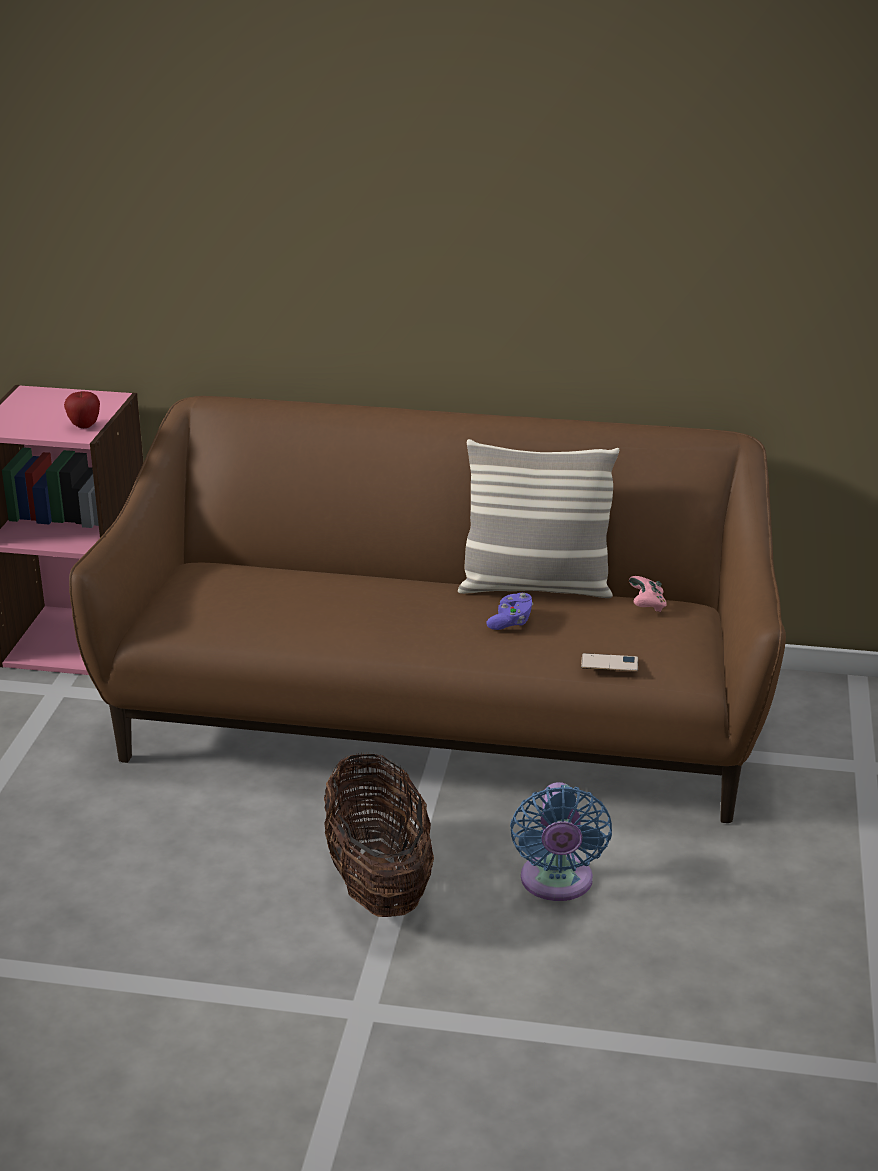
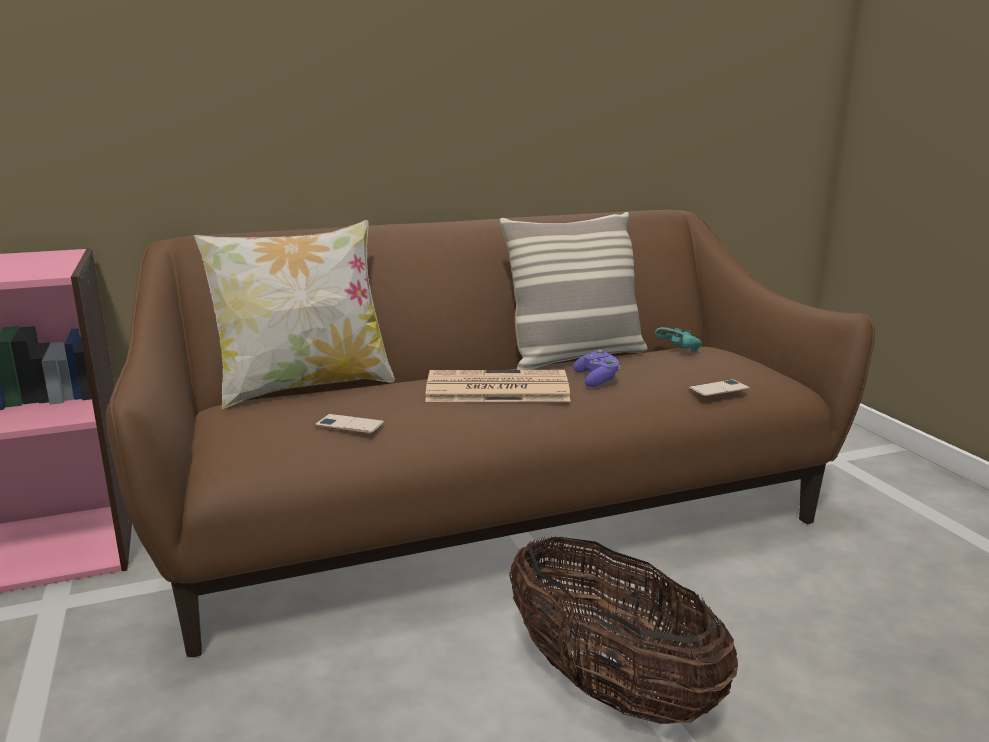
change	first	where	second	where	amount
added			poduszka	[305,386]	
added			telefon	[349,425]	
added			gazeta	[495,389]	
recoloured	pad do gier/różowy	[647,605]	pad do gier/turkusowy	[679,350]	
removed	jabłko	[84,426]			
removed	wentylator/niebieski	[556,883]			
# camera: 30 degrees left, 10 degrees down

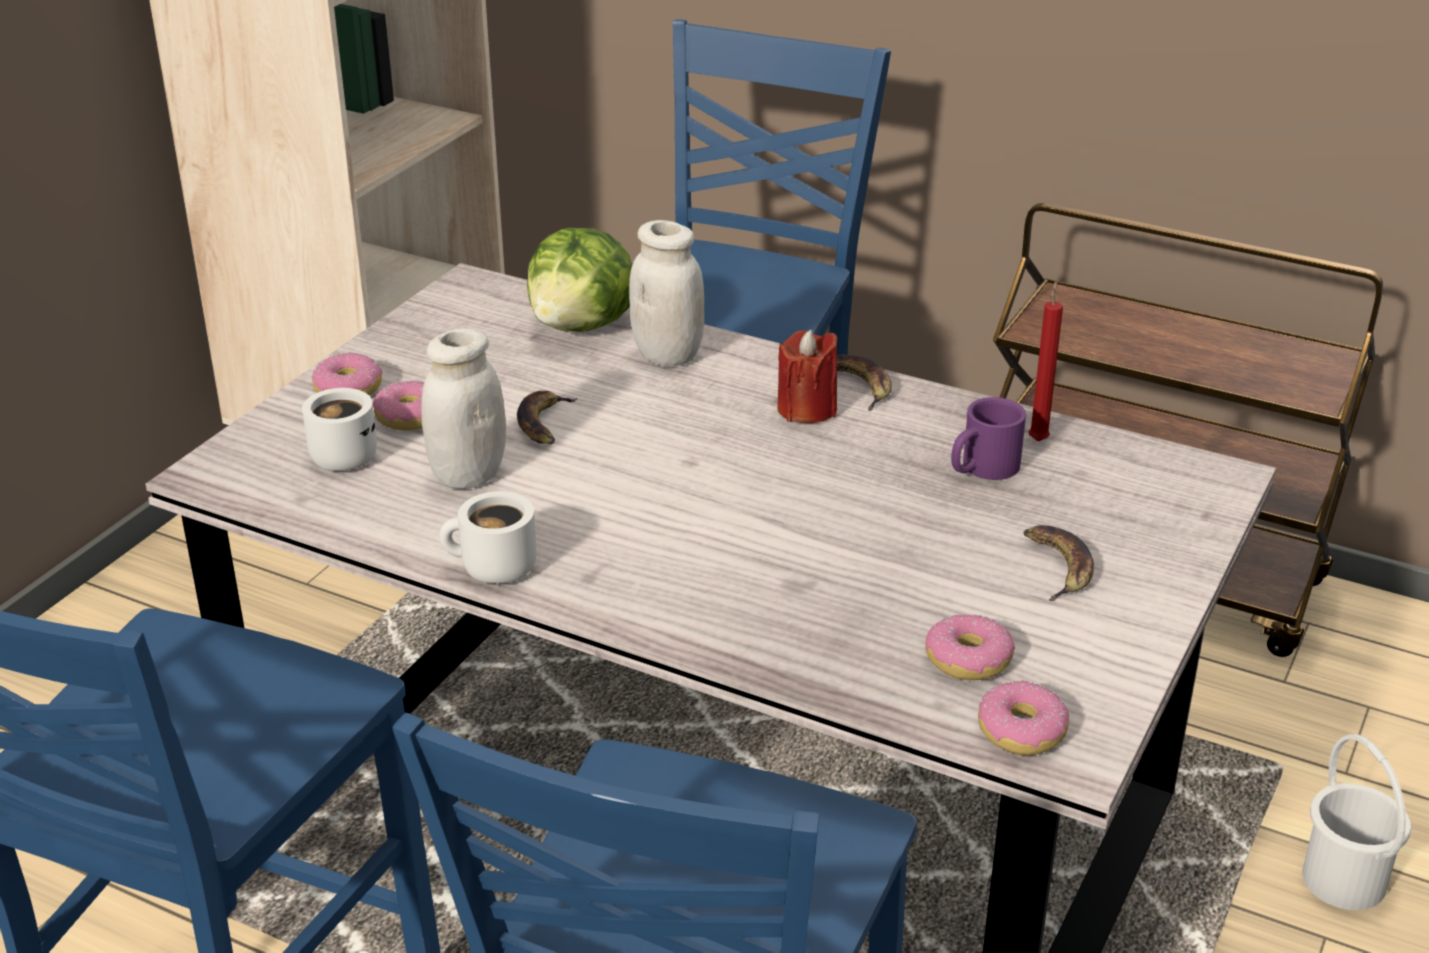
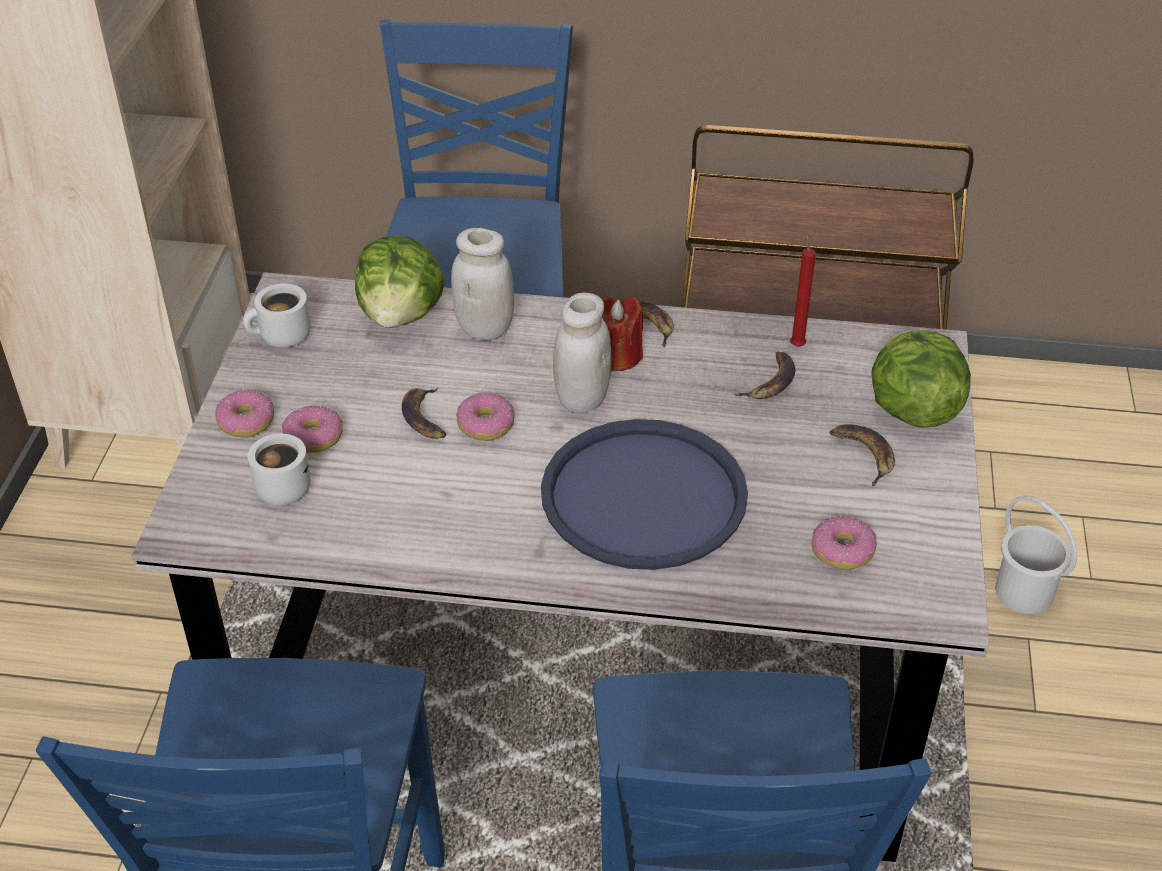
change	first	where	second	where	amount
moved	kubek/biały	[492,569]		[281,338]	
moved	donut	[1021,730]		[485,424]	
added			taca/niebieski	[644,496]	
moved	słoik/biały	[468,475]		[582,399]	
replaced	kubek/fioletowy	[981,469]	banan	[770,381]	
added			sałata	[911,410]	
# camera: 20 degrees left, 10 degrees up

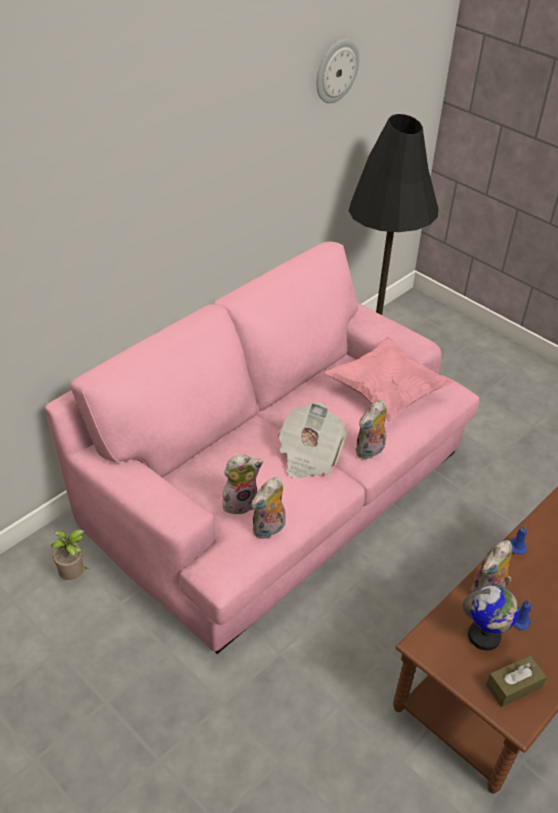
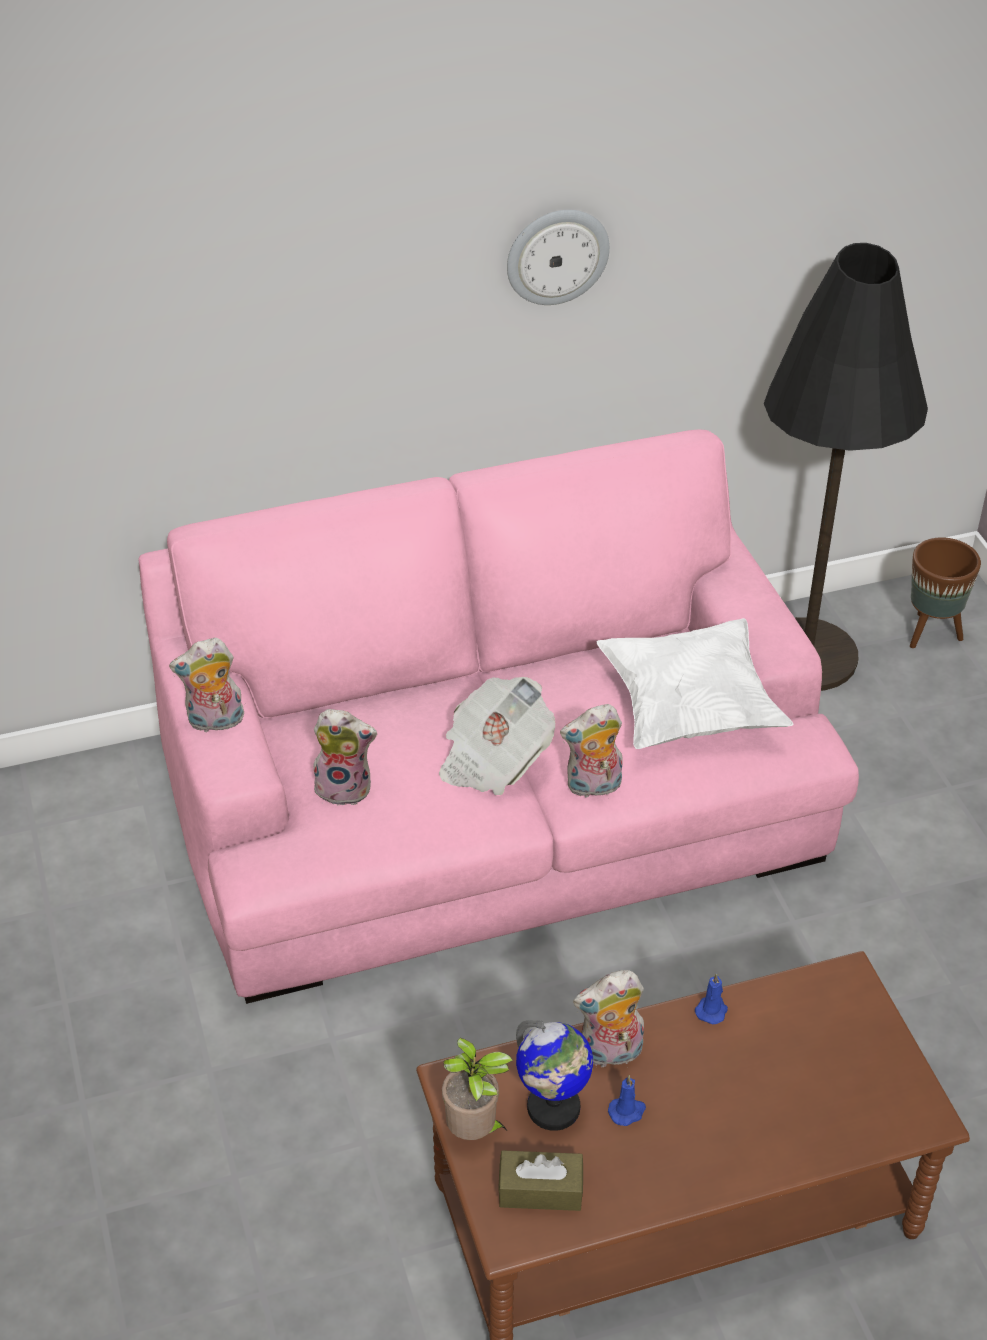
change	first	where	second	where	amount
moved	pluszak	[269,530]		[215,722]	
moved	roślina doniczkowa	[74,575]		[475,1132]	
moved	zegar ścienny	[336,70]		[557,256]	
recoloured	poduszka/różowy	[386,393]	poduszka/biały	[689,709]	
added			donica/brązowy	[930,633]	
# camera: 30 degrees right, 0 degrees up

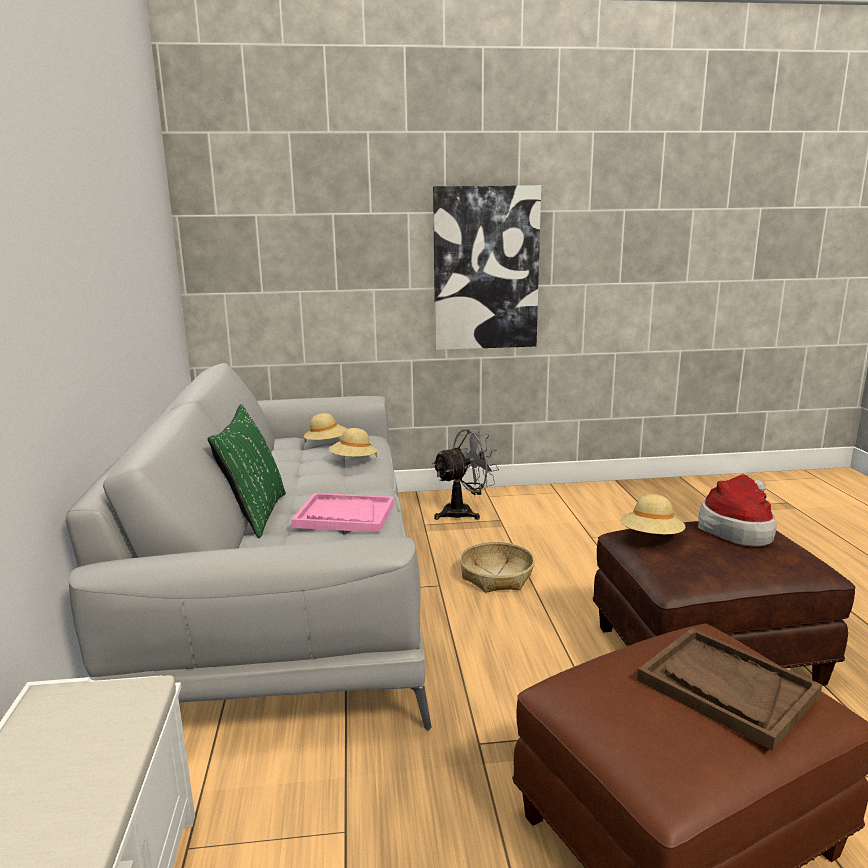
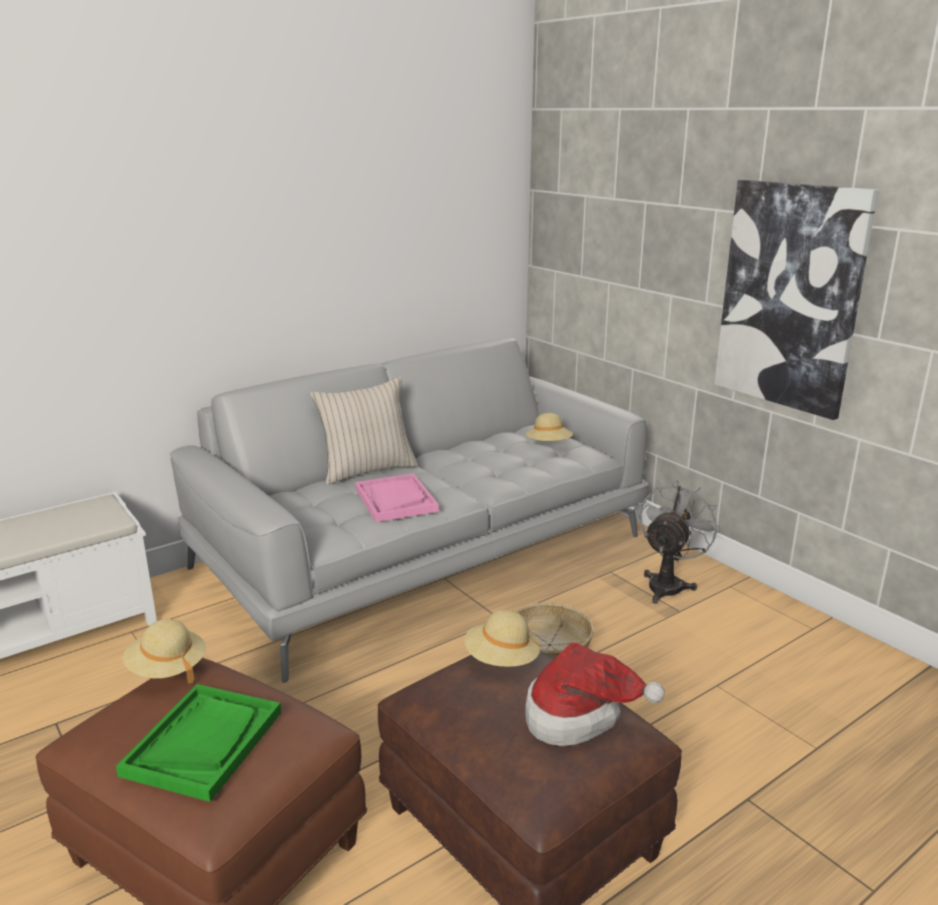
change	first	where	second	where	amount
recoloured	taca/brązowy	[726,688]	taca/zielony	[203,742]	
moved	kapelusz/beżowy	[353,461]		[167,669]	
recoloured	poduszka/zielony	[254,515]	poduszka/beżowy	[367,470]	
turned	wentylator/szary	[464,512]		[668,584]	90 degrees counterclockwise
# camera: 60 degrees right, 5 degrees up

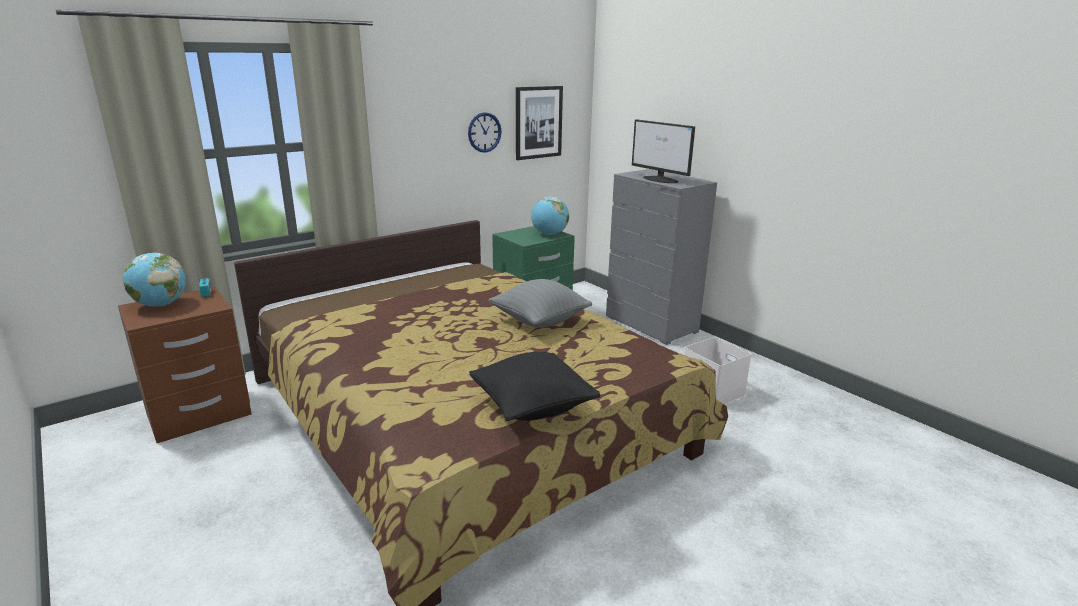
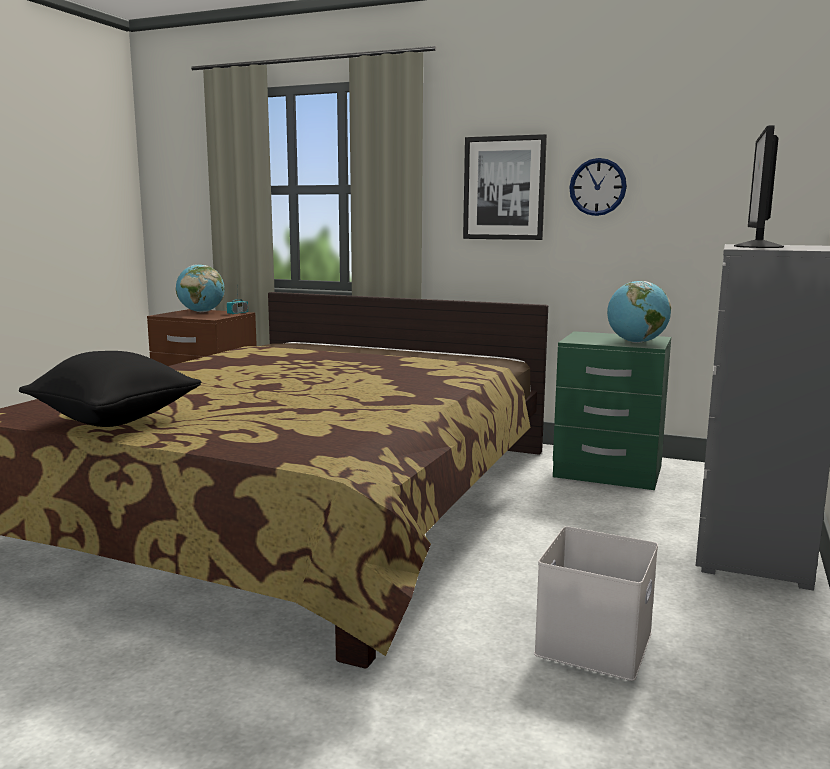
change	first	where	second	where	amount
moved	obraz	[538,122]		[504,188]	
removed	poduszka/szary	[539,321]			
# camera: 60 degrees right, 10 degrees down

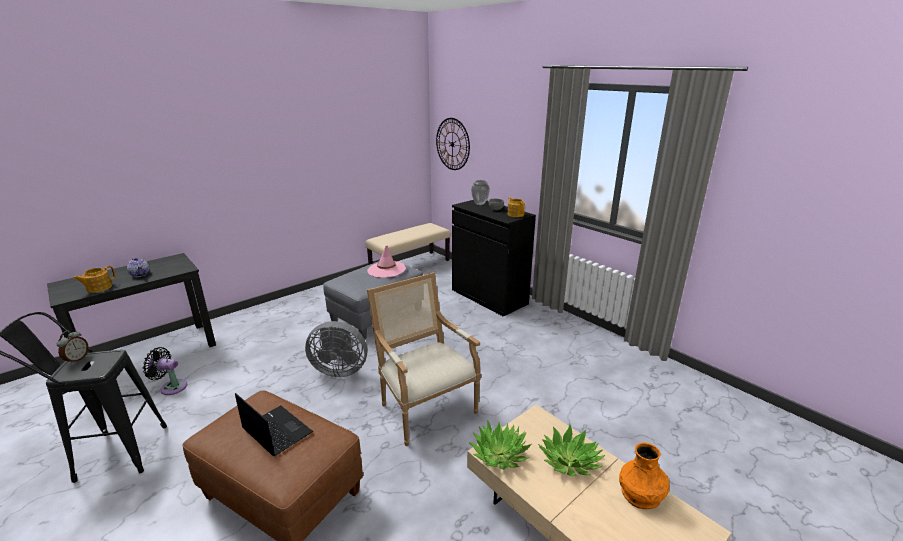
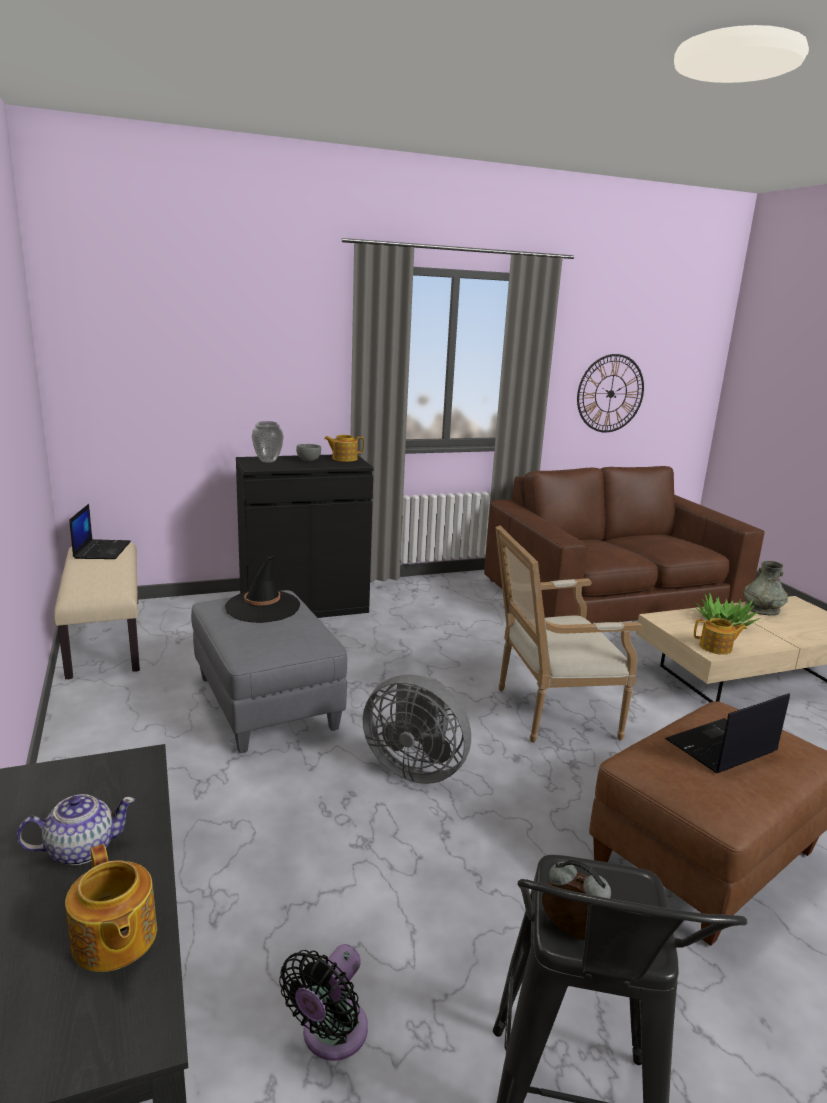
change	first	where	second	where	amount
added			laptop	[102,550]	
recoloured	kapelusz/różowy	[386,269]	kapelusz/czarny	[263,607]	
turned	wentylator/szary	[339,369]		[415,768]	90 degrees clockwise
added			kanapa/brązowy	[611,595]	
moved	zegar ścienny	[452,144]		[610,393]	
replaced	roślina doniczkowa	[500,454]	imbryk	[716,647]	
recoloured	wazon/pomarańczowy	[640,493]	wazon/szary	[762,609]	
# camera: 70 degrees left, 5 degrees down

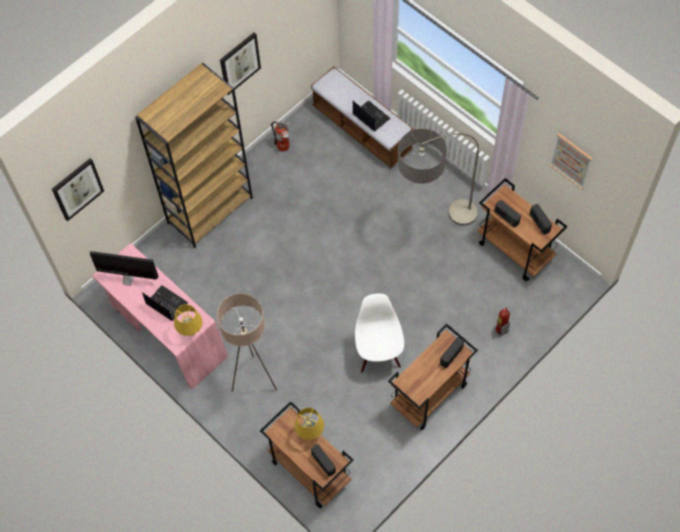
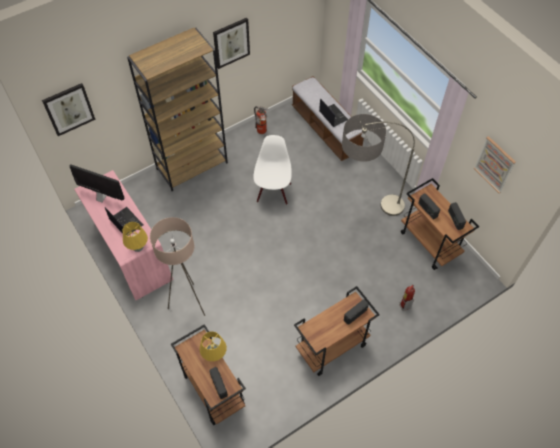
change	first	where	second	where	amount
moved	krzesło/biały	[378,354]		[273,192]	
# camera: 10 degrees right, 5 degrees down

